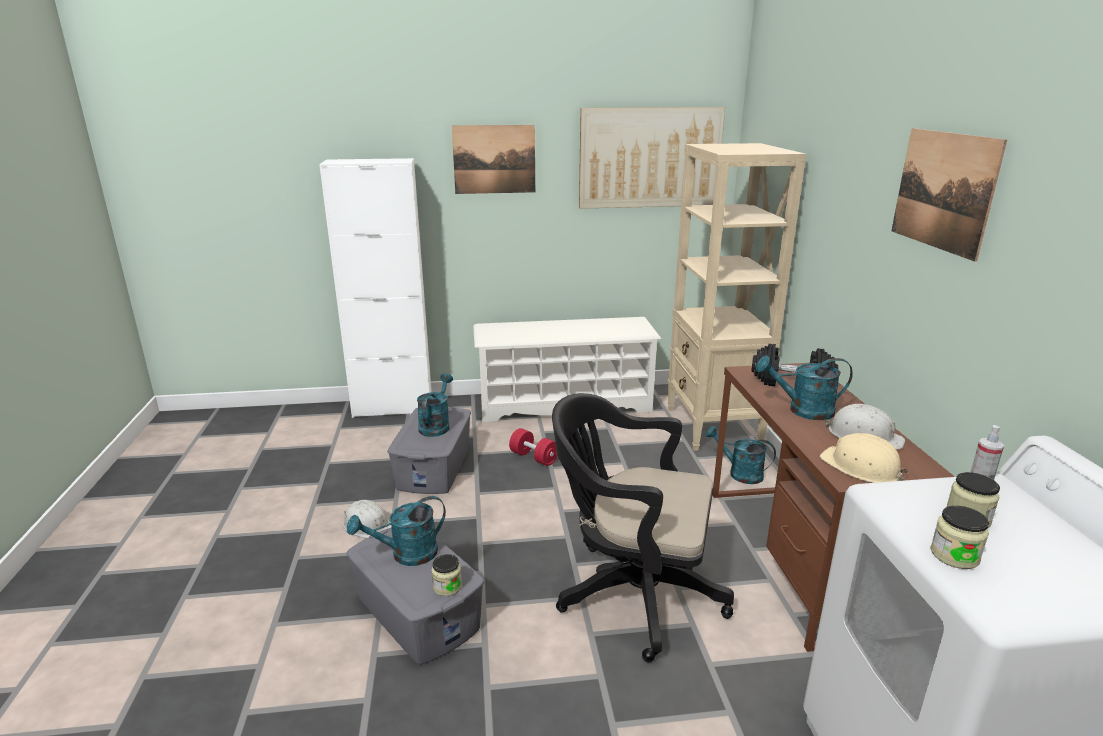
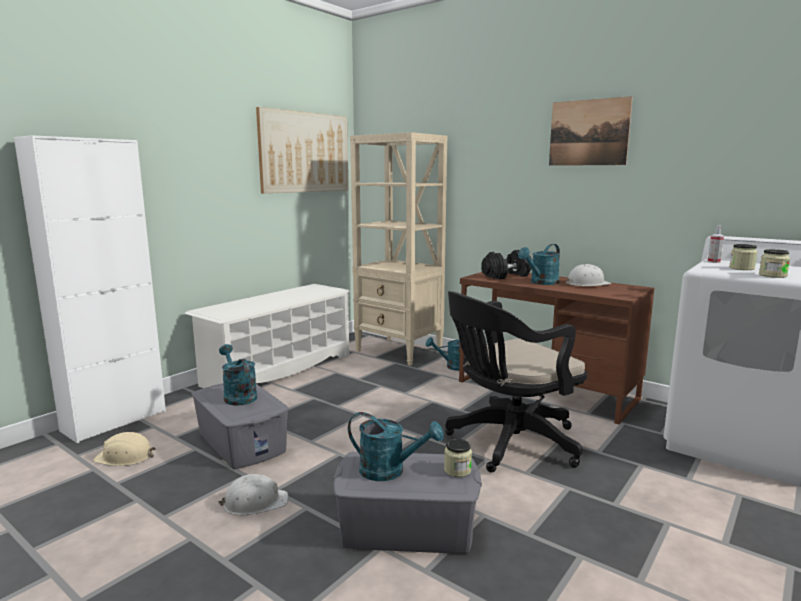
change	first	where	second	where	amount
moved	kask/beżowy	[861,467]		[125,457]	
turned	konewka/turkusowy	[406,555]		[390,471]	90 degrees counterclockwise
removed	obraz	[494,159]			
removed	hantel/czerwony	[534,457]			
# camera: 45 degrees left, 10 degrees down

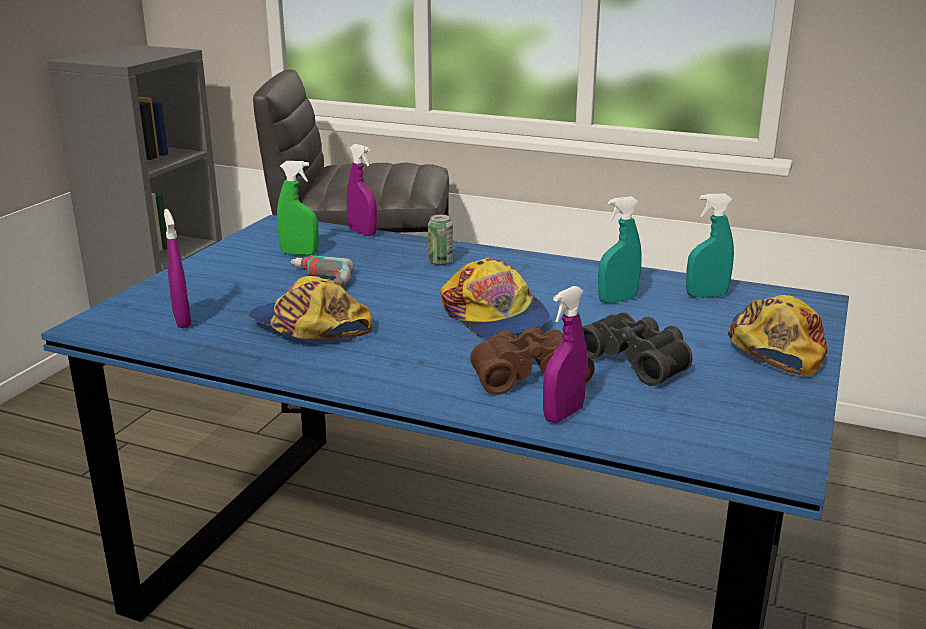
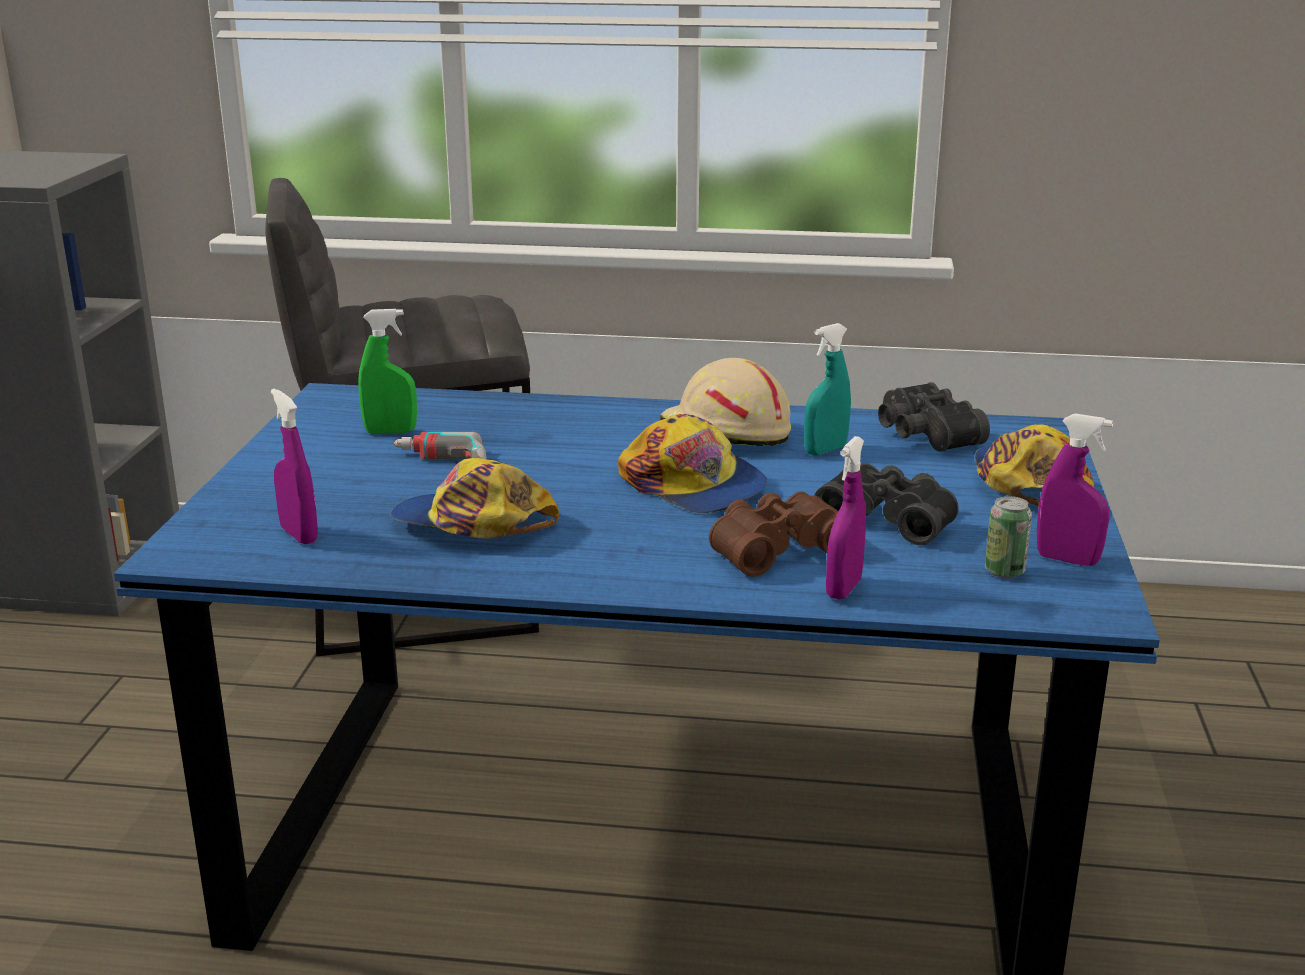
change	first	where	second	where	amount
added			kask/beżowy	[724,434]	
replaced	spryskiwacz/turkusowy	[706,295]	lornetka/czarny	[923,434]	
moved	puszka	[440,262]		[1004,571]	
moved	spryskiwacz/fioletowy	[362,232]		[1067,560]	
# camera: 15 degrees left, 0 degrees up

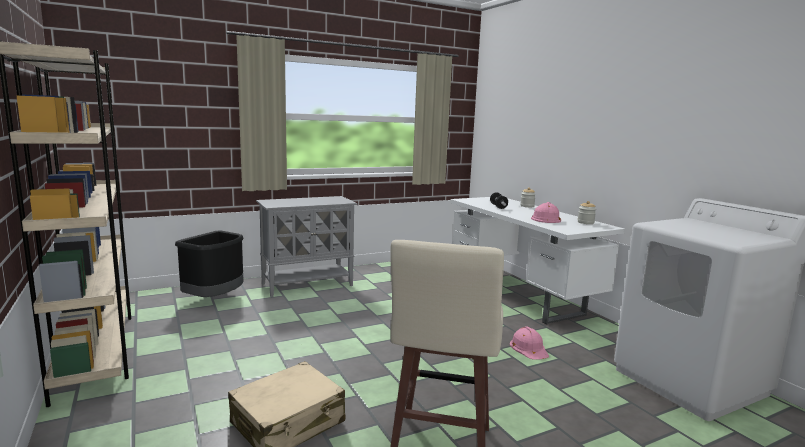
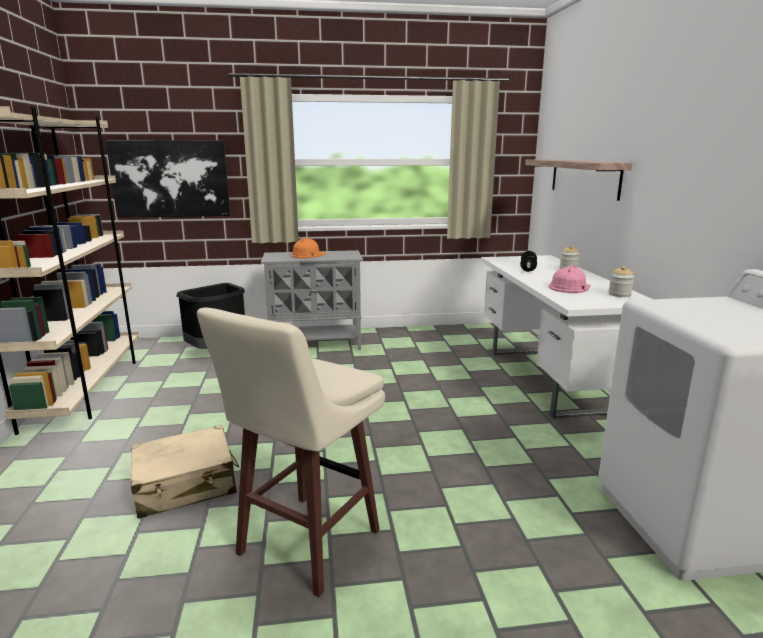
change	first	where	second	where	amount
added			obraz	[171,179]	
added			kask/pomarańczowy	[308,255]	
added			półka	[584,177]	
removed	kask/różowy	[529,348]			
# camera: 20 degrees right, 5 degrees up

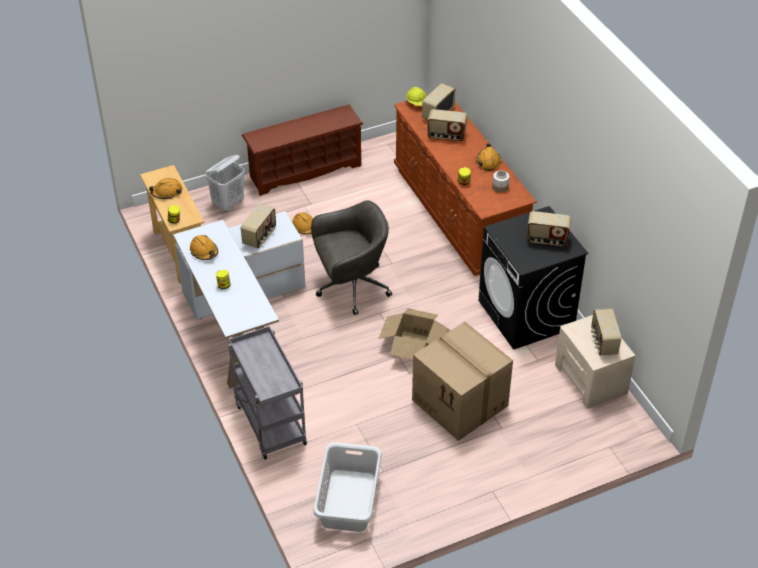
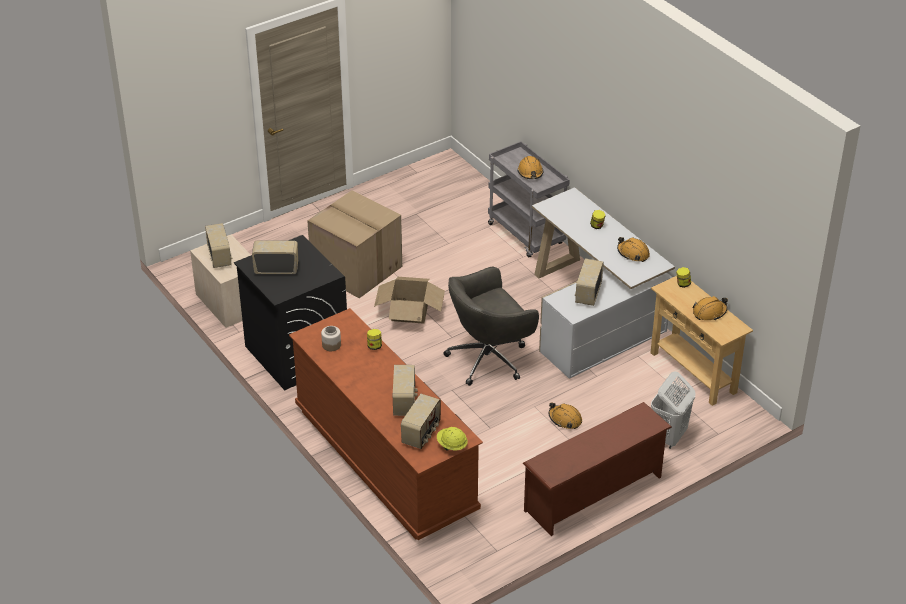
change	first	where	second	where	amount
turned	radio	[446,136]		[405,402]	90 degrees clockwise
moved	kask/pomarańczowy	[488,161]		[530,172]	
removed	kosz na pranie/szary	[347,501]			
# camera: 170 degrees right, 5 degrees down

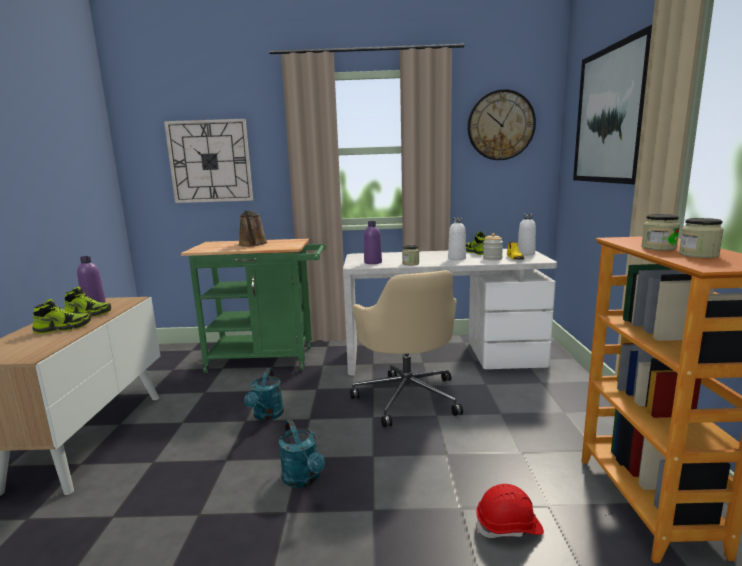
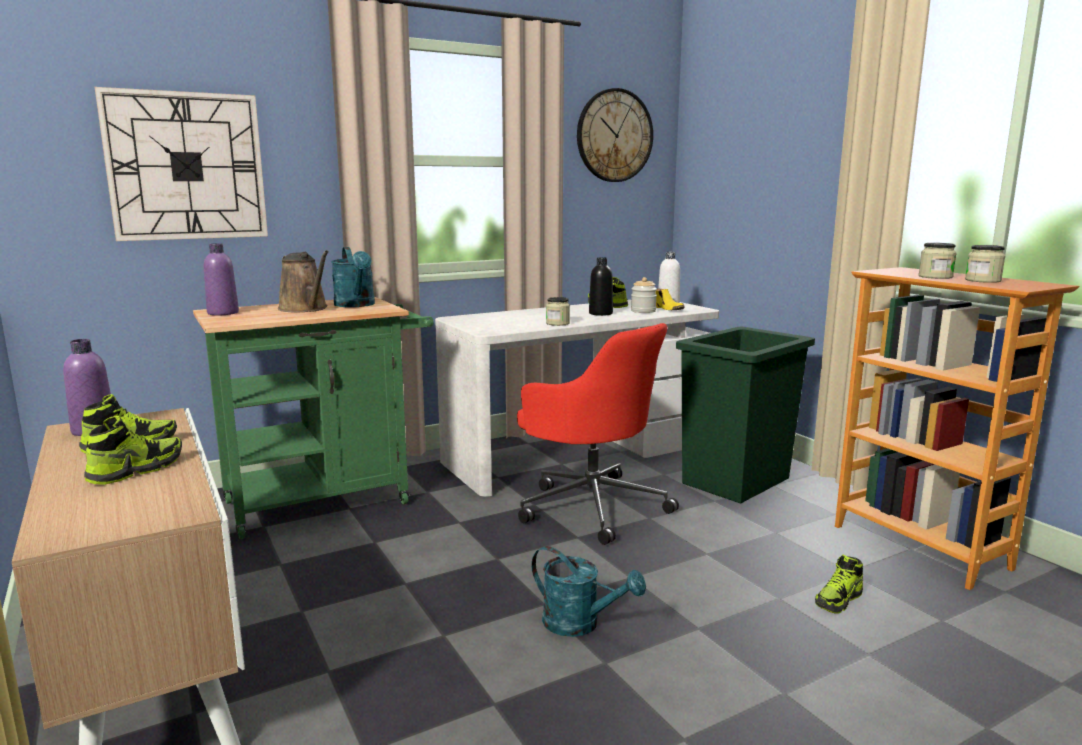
change	first	where	second	where	amount
moved	butelka/fioletowy	[373,262]		[223,313]	
moved	konewka/turkusowy	[267,416]		[356,305]	
recoloured	krzesło biurowe/beżowy	[407,397]	krzesło biurowe/czerwony	[591,506]	
recoloured	butelka/biały	[456,258]	butelka/czarny	[600,313]	
added			kosz na śmieci/zielony	[737,481]	
replaced	kask/czerwony	[509,527]	but	[838,600]	
removed	obraz	[612,115]			
# camera: 30 degrees left, 0 degrees up

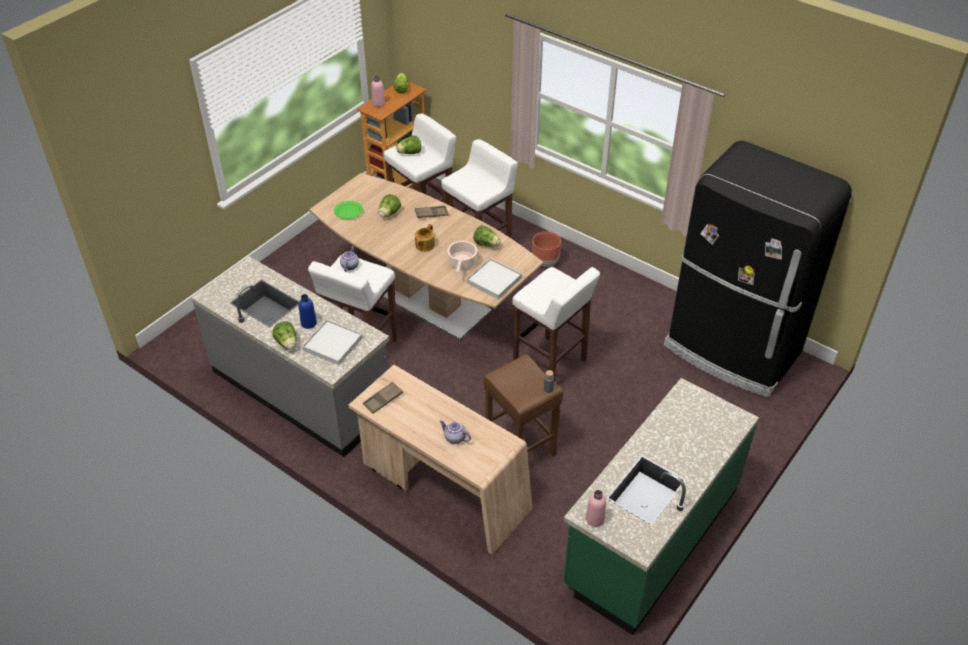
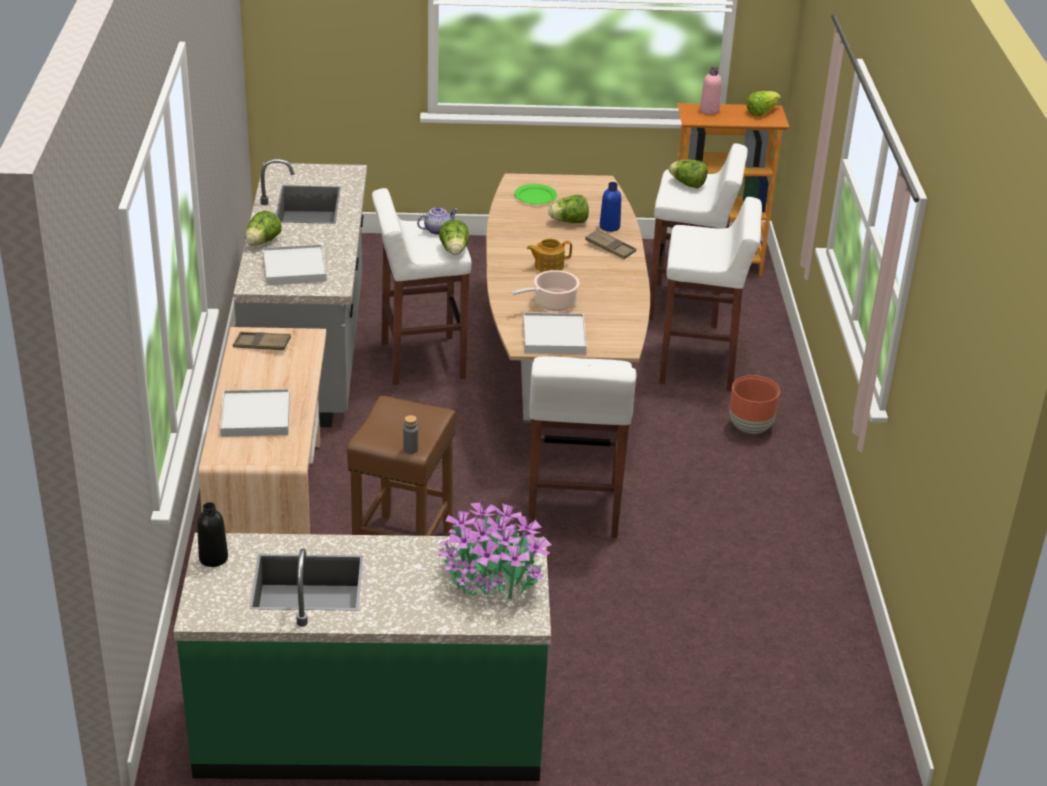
change	first	where	second	where	amount
recoloured	butelka/różowy	[595,519]	butelka/czarny	[213,558]	
replaced	imbryk	[454,438]	taca/biały	[255,416]	
added			roślina doniczkowa	[492,577]	
moved	sałata	[486,244]		[454,251]	
moved	butelka/niebieski	[308,323]		[609,227]	
removed	lodówka/czarny	[732,351]			
# camera: 50 degrees right, 10 degrees down

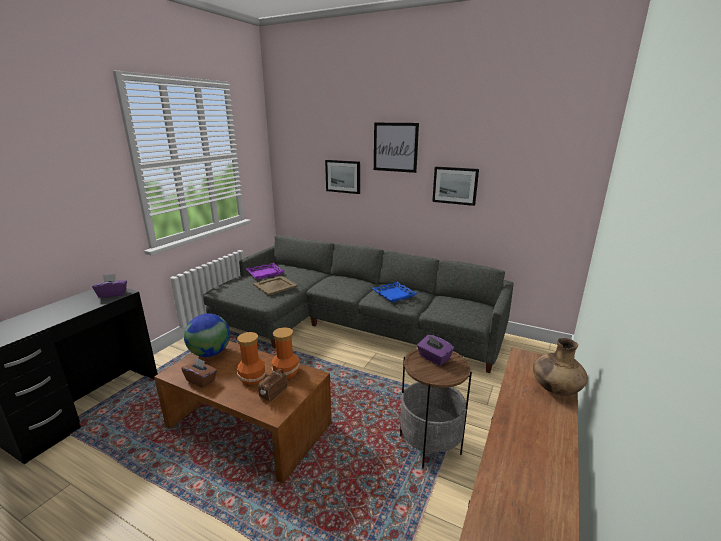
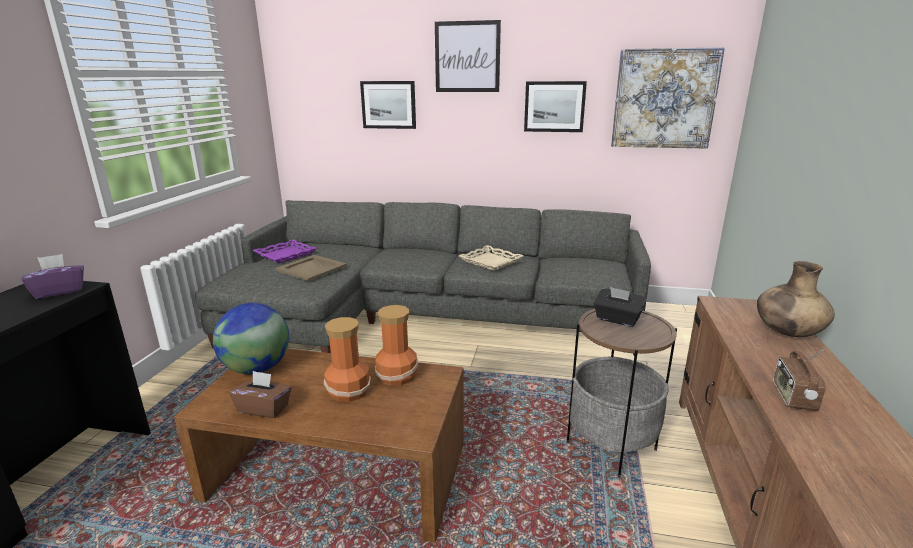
change	first	where	second	where	amount
recoloured	taca/niebieski	[394,294]	taca/beżowy	[491,261]	
recoloured	pudełko chusteczek/fioletowy	[433,358]	pudełko chusteczek/czarny	[617,319]	
added			obraz	[664,99]	
moved	radio	[273,393]		[792,397]	
# camera: 15 degrees left, 0 degrees up

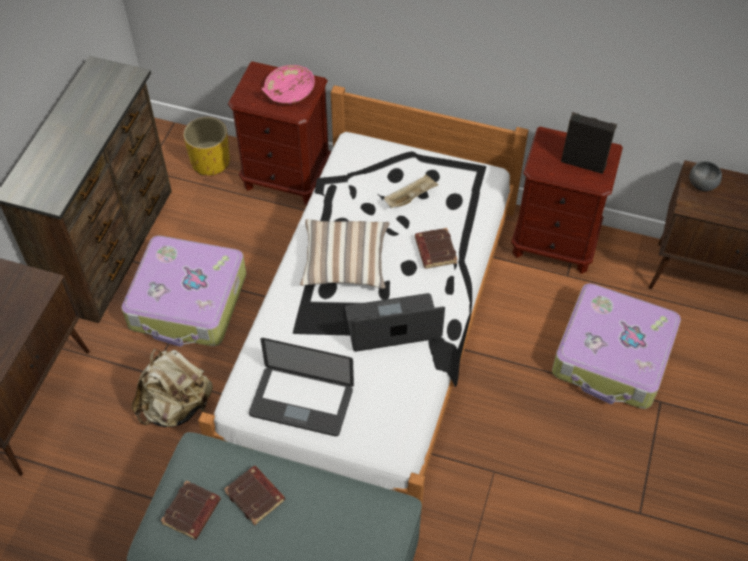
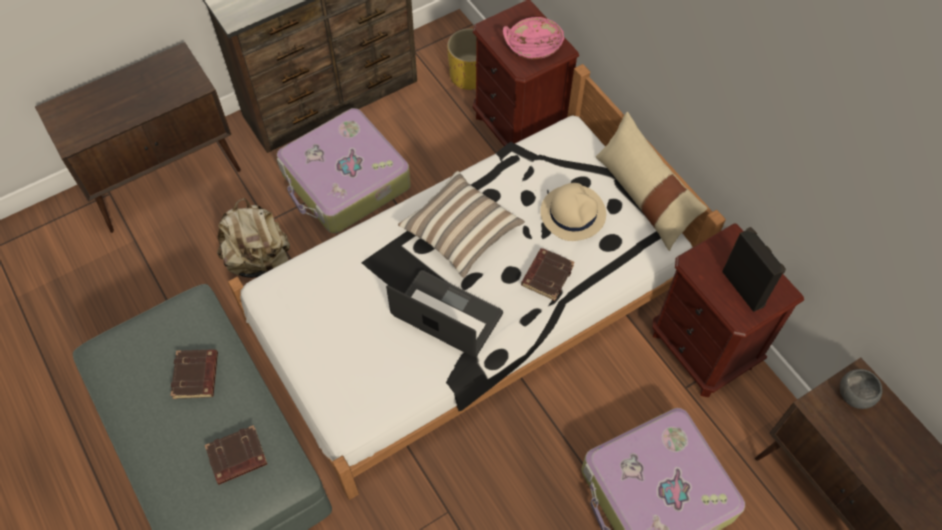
change	first	where	second	where	amount
moved	książka/brązowy	[192,513]		[237,457]	
replaced	taca/beżowy	[411,197]	kapelusz/beżowy	[573,213]	
added			poduszka/beżowy	[643,196]	
removed	laptop	[301,402]			
# camera: 40 degrees right, 5 degrees up

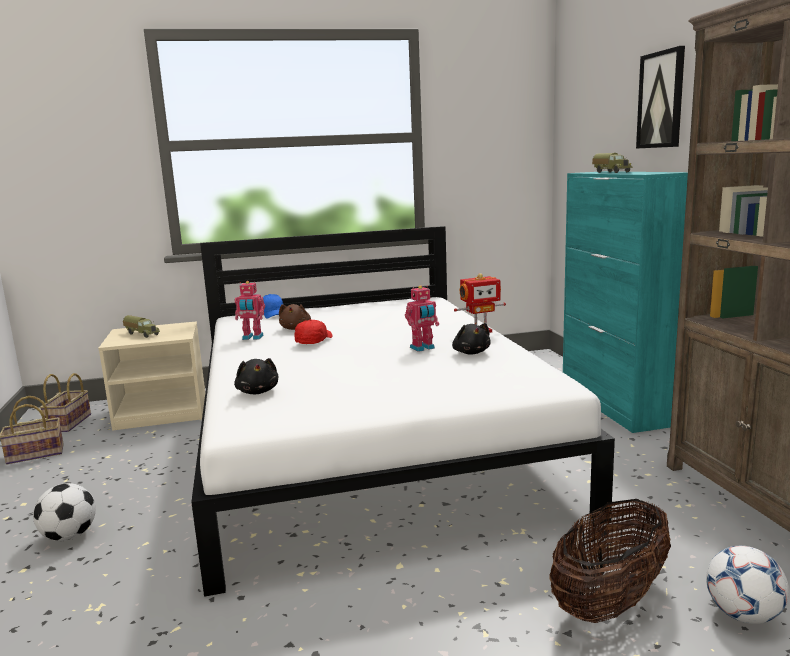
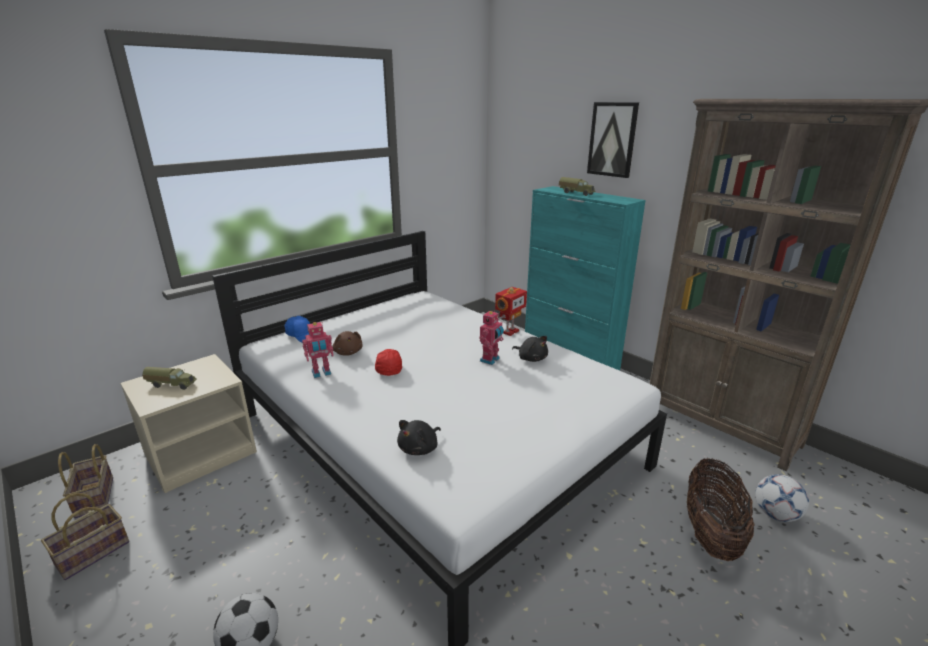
change	first	where	second	where	amount
turned	pluszak/czarny	[258,391]		[420,448]	90 degrees clockwise
# camera: 30 degrees left, 10 degrees up

